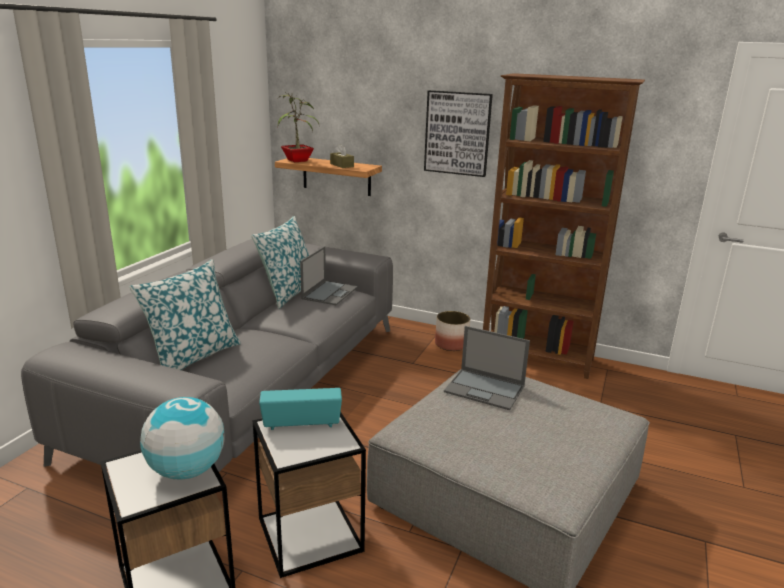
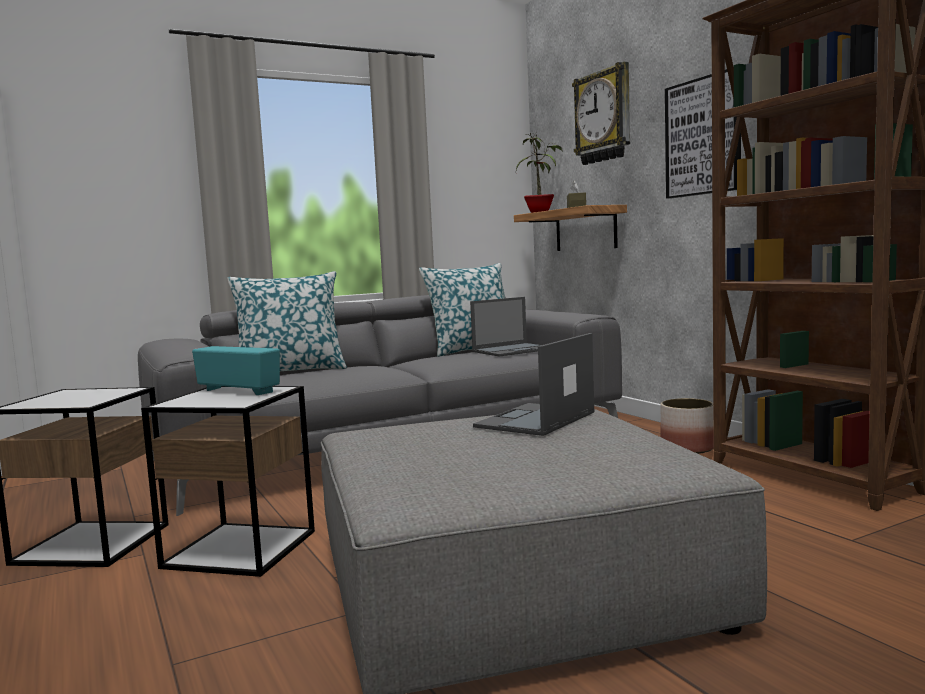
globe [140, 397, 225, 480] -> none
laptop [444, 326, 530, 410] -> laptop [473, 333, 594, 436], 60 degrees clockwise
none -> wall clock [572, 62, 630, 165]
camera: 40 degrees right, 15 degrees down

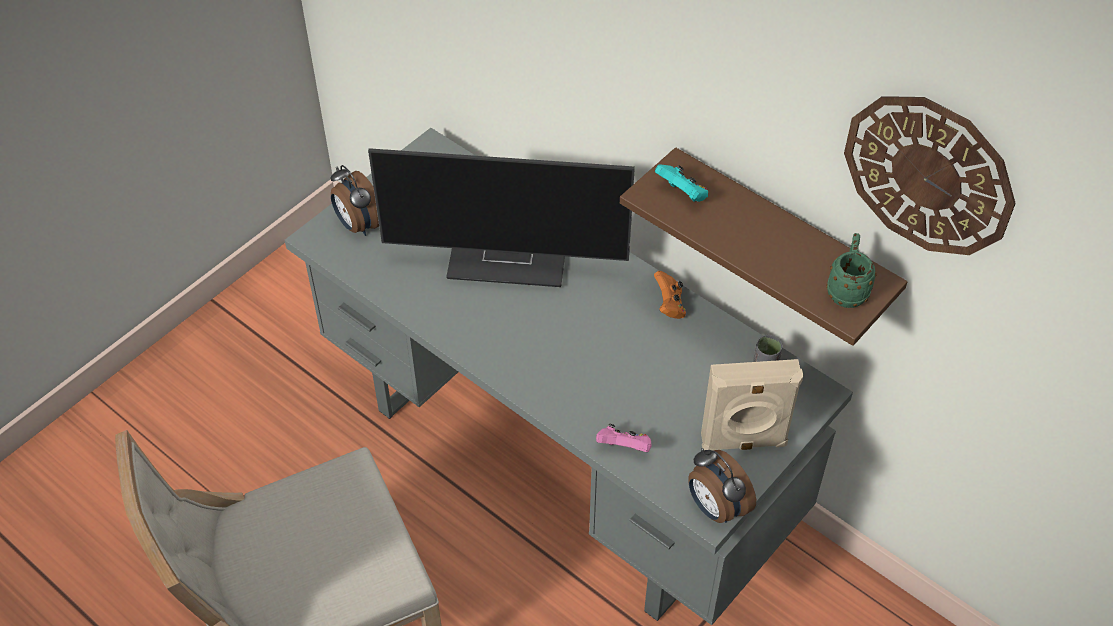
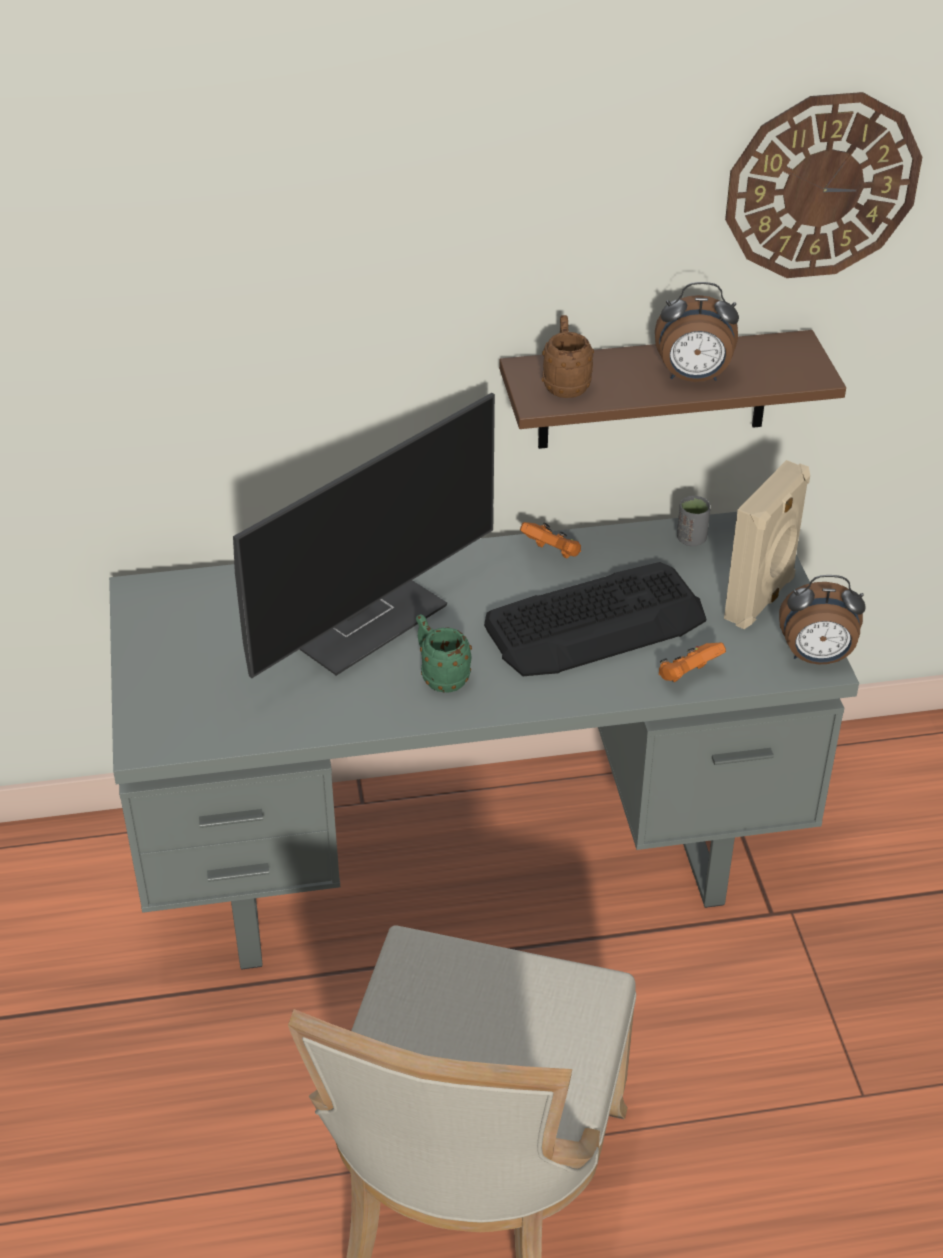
alarm clock [330, 165, 379, 236] -> alarm clock [655, 282, 739, 382], relocated
pink game controller [596, 424, 652, 452] -> orange game controller [659, 643, 726, 682]
turquoise game controller [655, 164, 708, 202] -> brown mug [542, 315, 594, 398]
green mug [826, 233, 877, 308] -> green mug [416, 614, 472, 693], relocated
none -> keyboard [484, 562, 706, 676]
camera: 50 degrees left, 10 degrees down

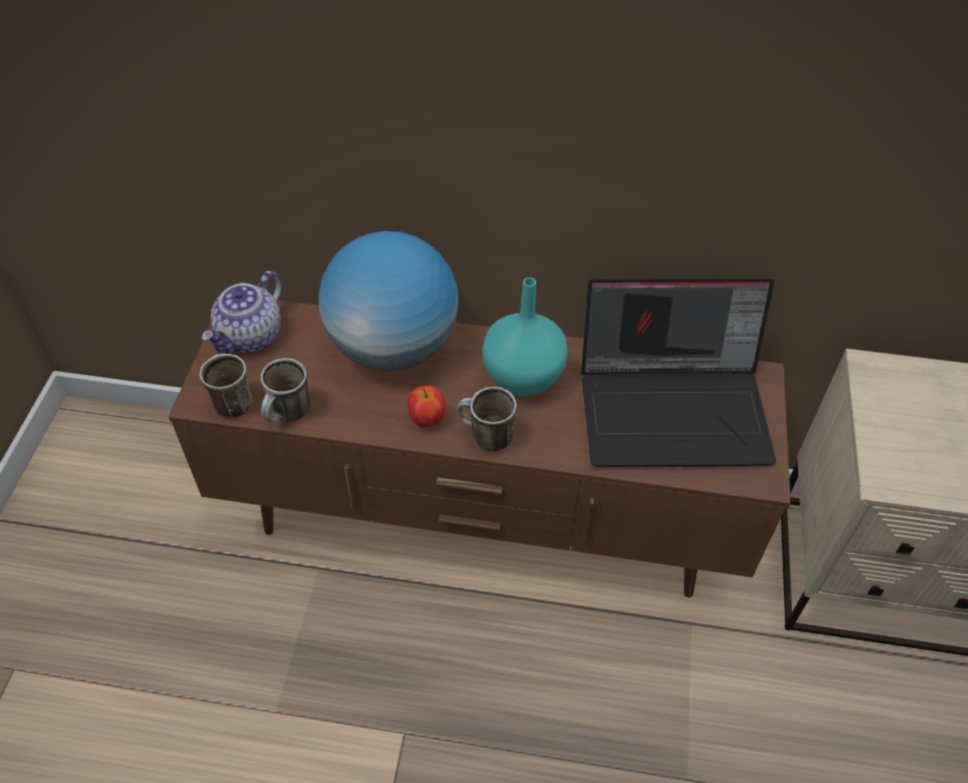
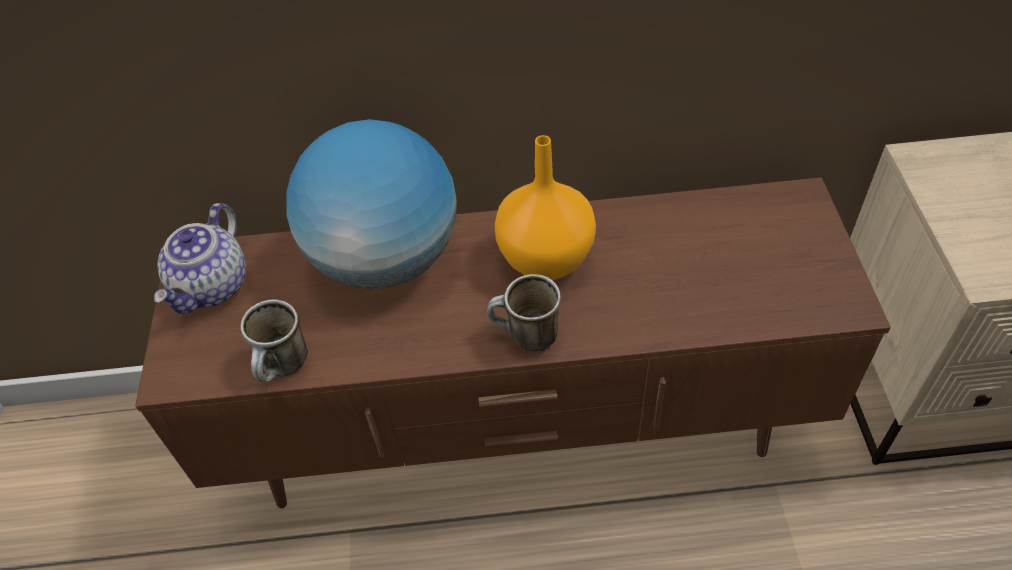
mug [199, 354, 253, 418] -> none
apple [407, 385, 445, 427] -> none
turquoise vase [482, 277, 568, 397] -> orange vase [495, 135, 596, 280]
laptop [581, 278, 776, 467] -> none
camera: 10 degrees left, 0 degrees up

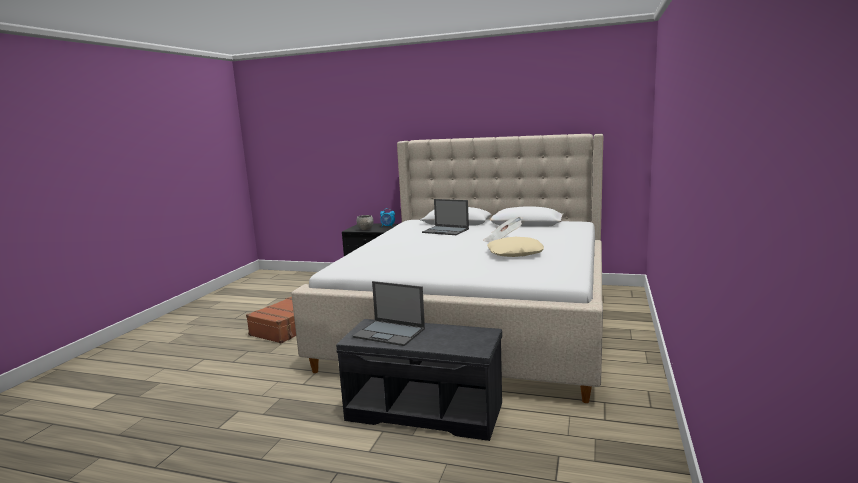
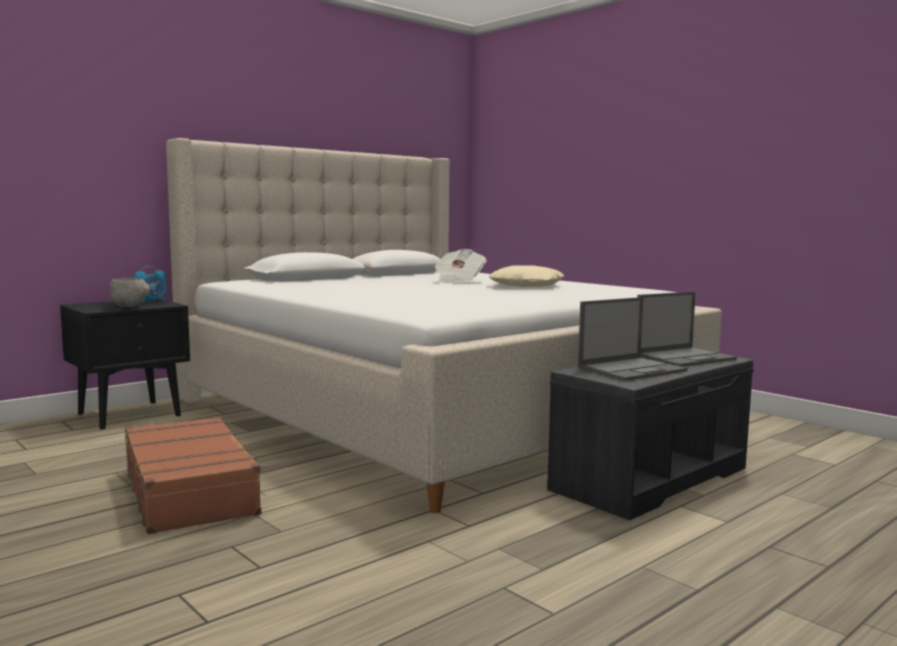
laptop [422, 199, 469, 235] -> laptop [637, 292, 737, 367], relocated
camera: 60 degrees left, 5 degrees down

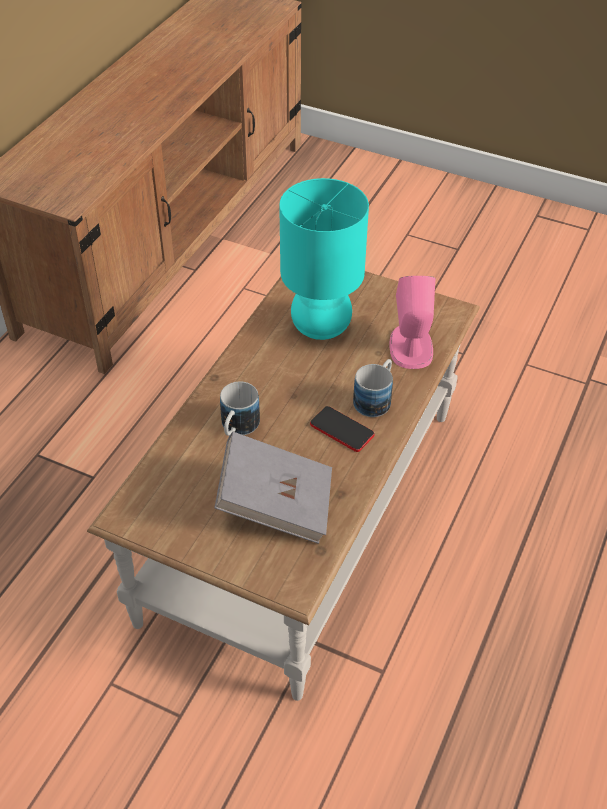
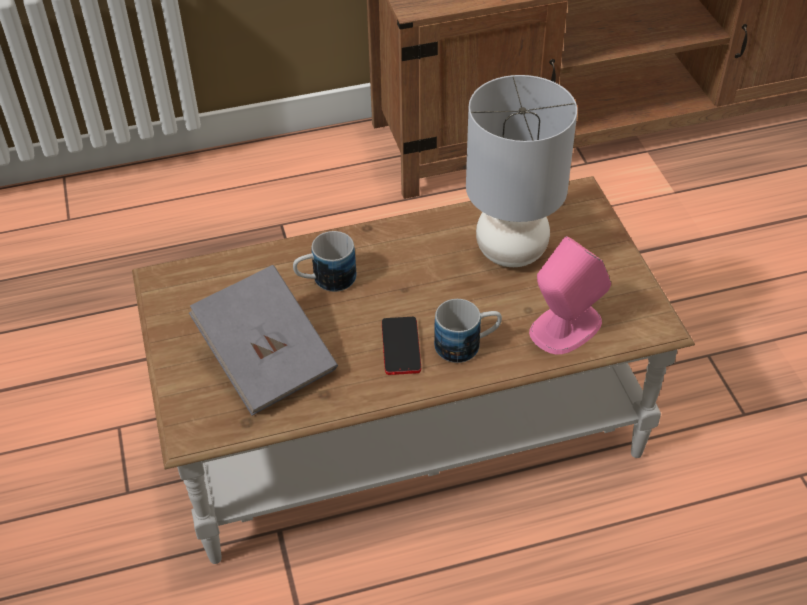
turquoise table lamp [279, 178, 369, 340] -> grey table lamp [466, 75, 577, 267]
camera: 50 degrees right, 0 degrees up

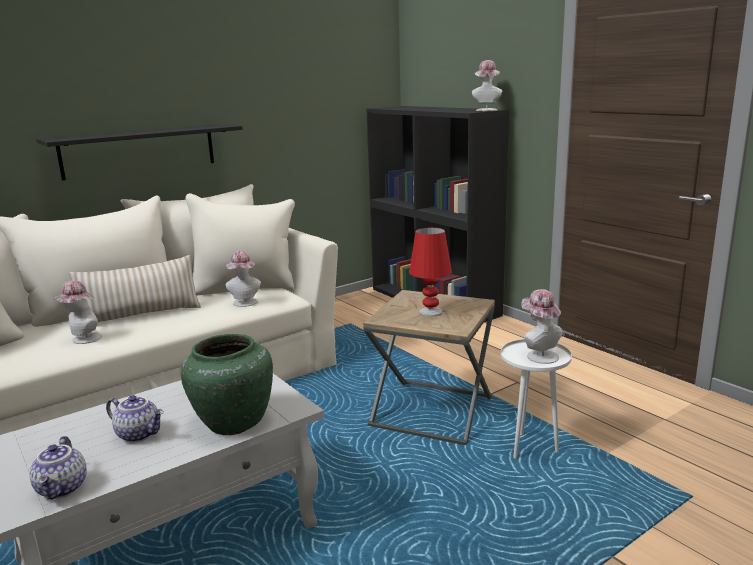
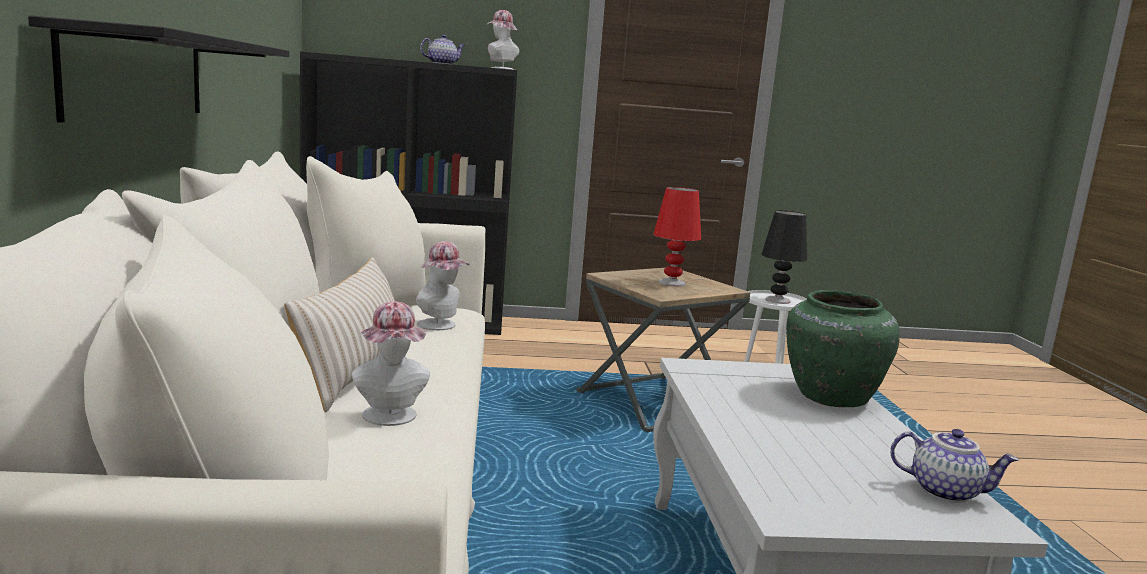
teapot [106, 395, 164, 442] -> teapot [420, 35, 465, 64], relocated
hat [521, 289, 563, 364] -> black table lamp [761, 211, 807, 304]
camera: 60 degrees left, 5 degrees down

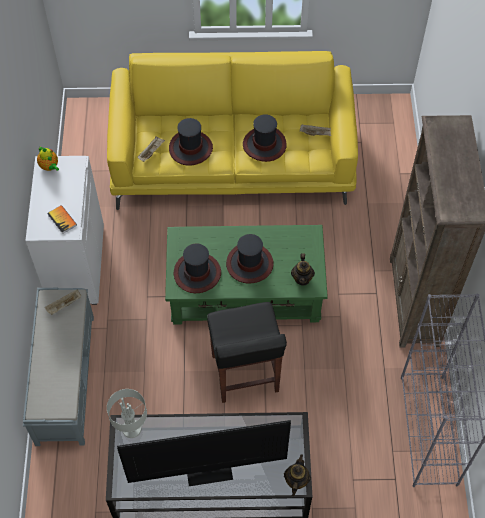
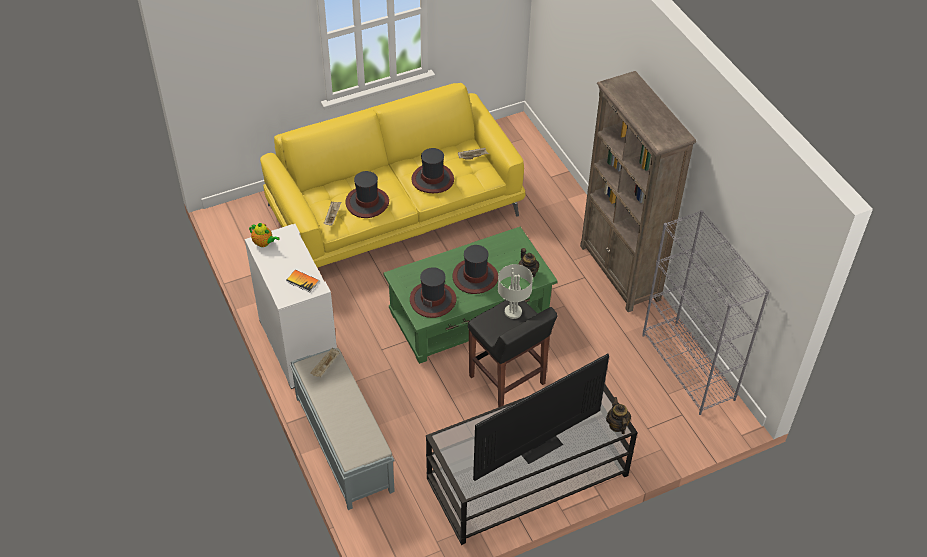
grey table lamp [107, 389, 147, 438] -> grey table lamp [498, 264, 533, 319], relocated
camera: 25 degrees left, 10 degrees down

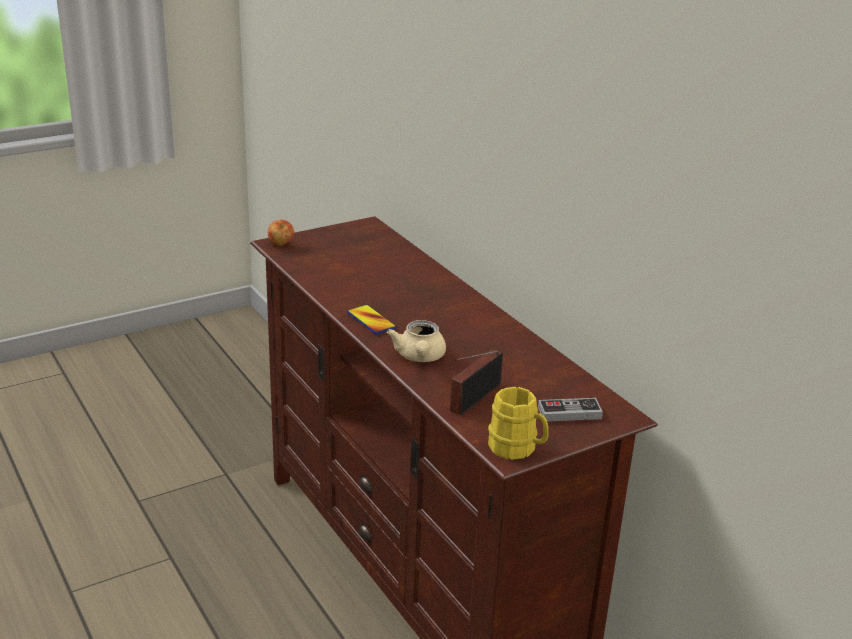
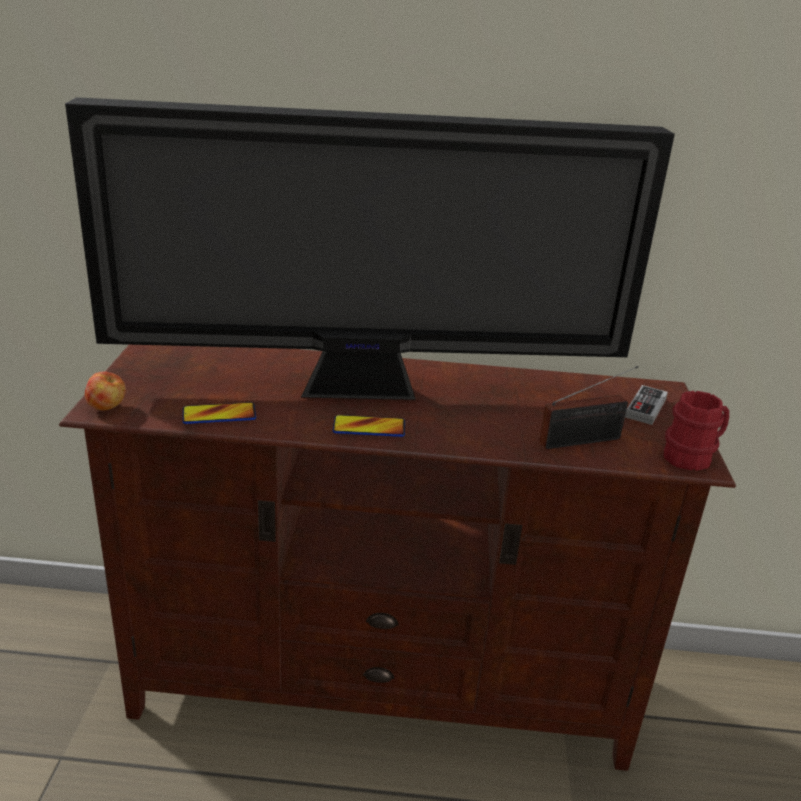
beige teapot [387, 320, 446, 362] -> none
radio [450, 349, 503, 415] -> radio [539, 366, 638, 449], 90 degrees counterclockwise
yellow mug [488, 387, 549, 460] -> red mug [664, 391, 729, 471]
none -> television [65, 97, 675, 400]
none -> phone [183, 402, 256, 424]
camera: 55 degrees left, 0 degrees up

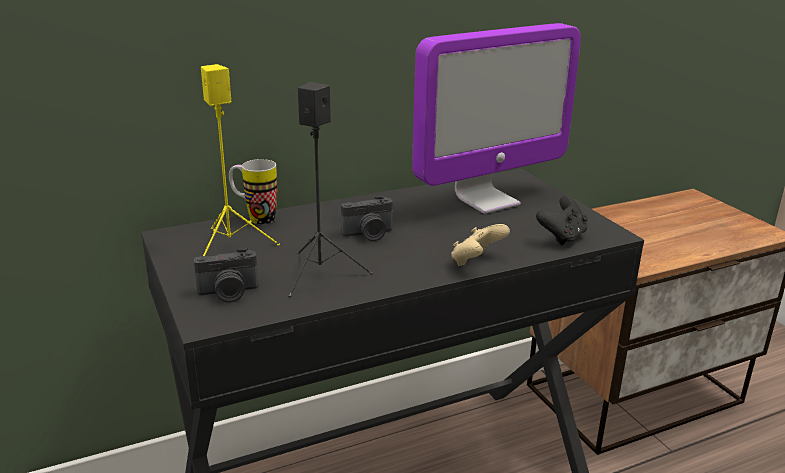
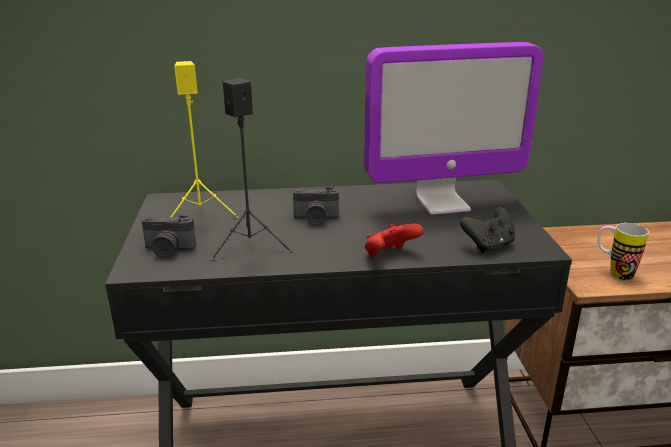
mug [229, 159, 277, 224] -> mug [598, 223, 649, 280], relocated
beige game controller [451, 224, 510, 266] -> red game controller [365, 224, 424, 257]
camera: 20 degrees right, 0 degrees up

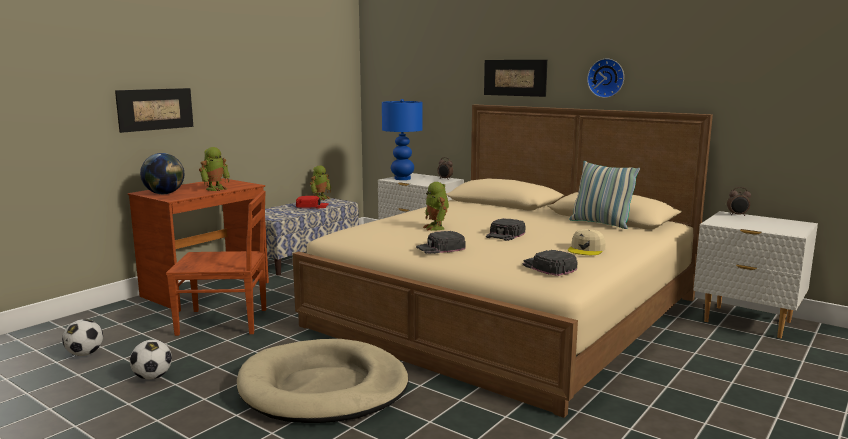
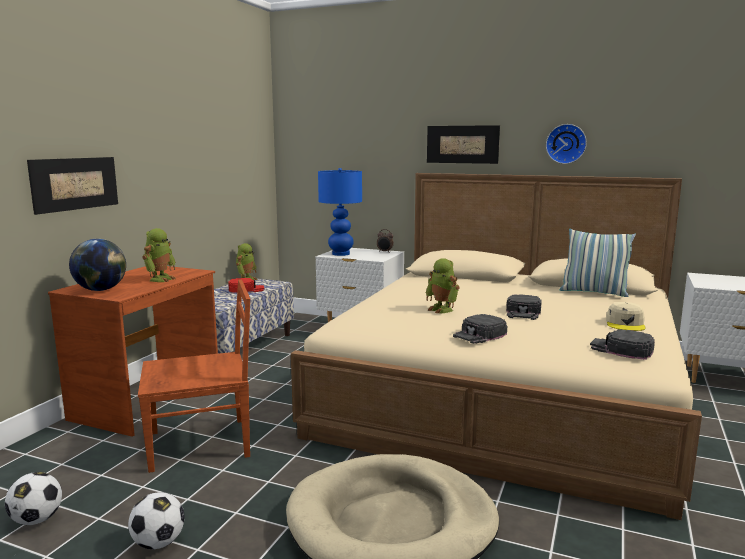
alarm clock [727, 187, 751, 216] -> none
camera: 15 degrees left, 0 degrees up

